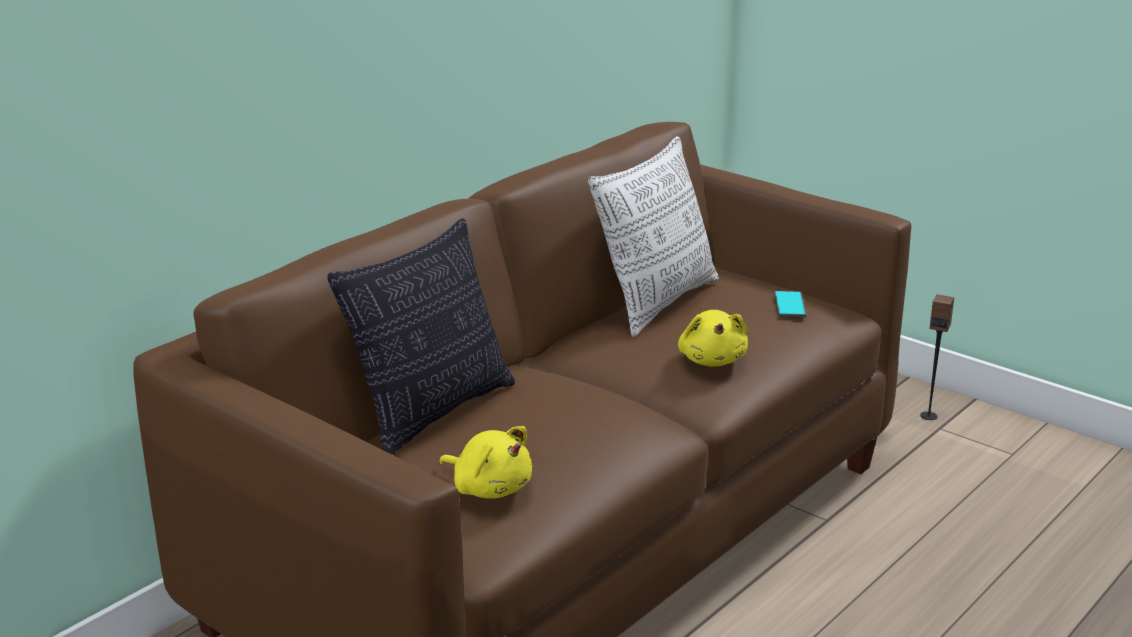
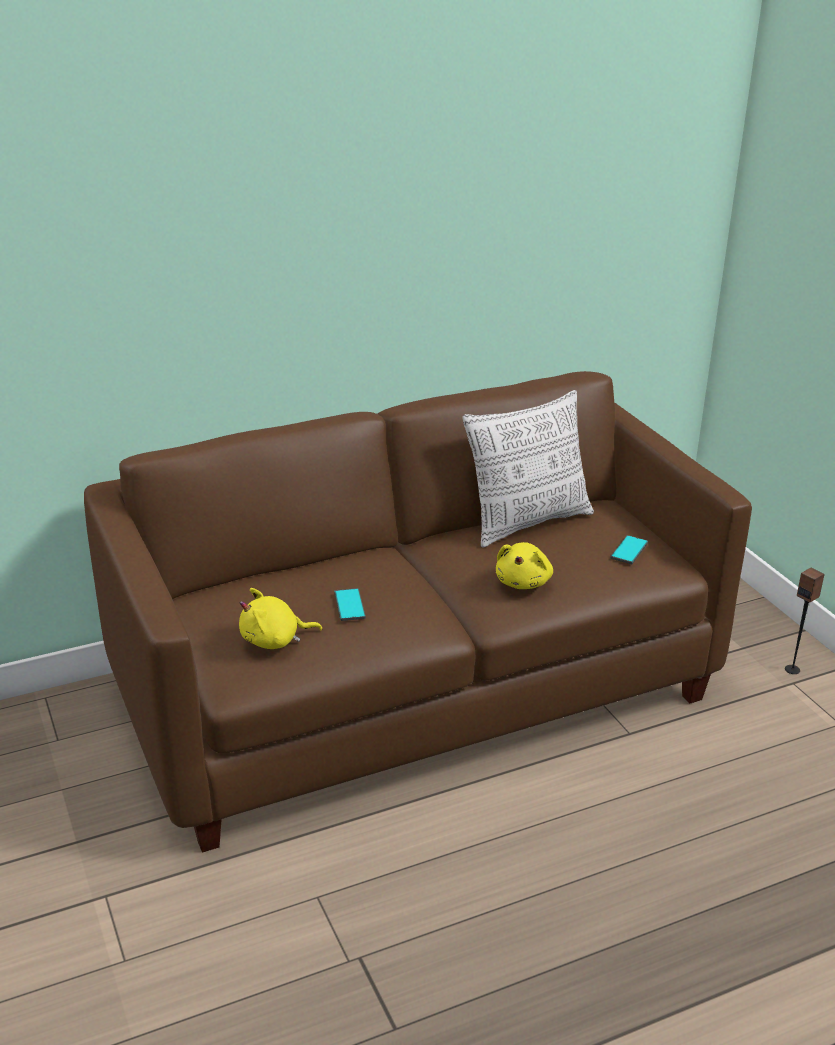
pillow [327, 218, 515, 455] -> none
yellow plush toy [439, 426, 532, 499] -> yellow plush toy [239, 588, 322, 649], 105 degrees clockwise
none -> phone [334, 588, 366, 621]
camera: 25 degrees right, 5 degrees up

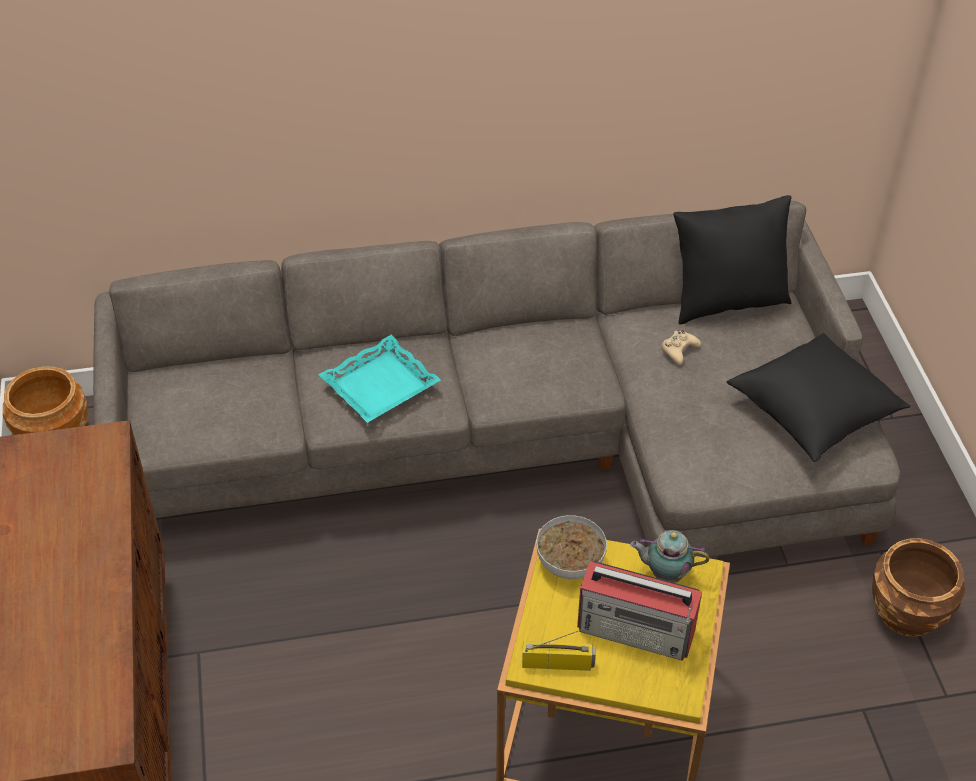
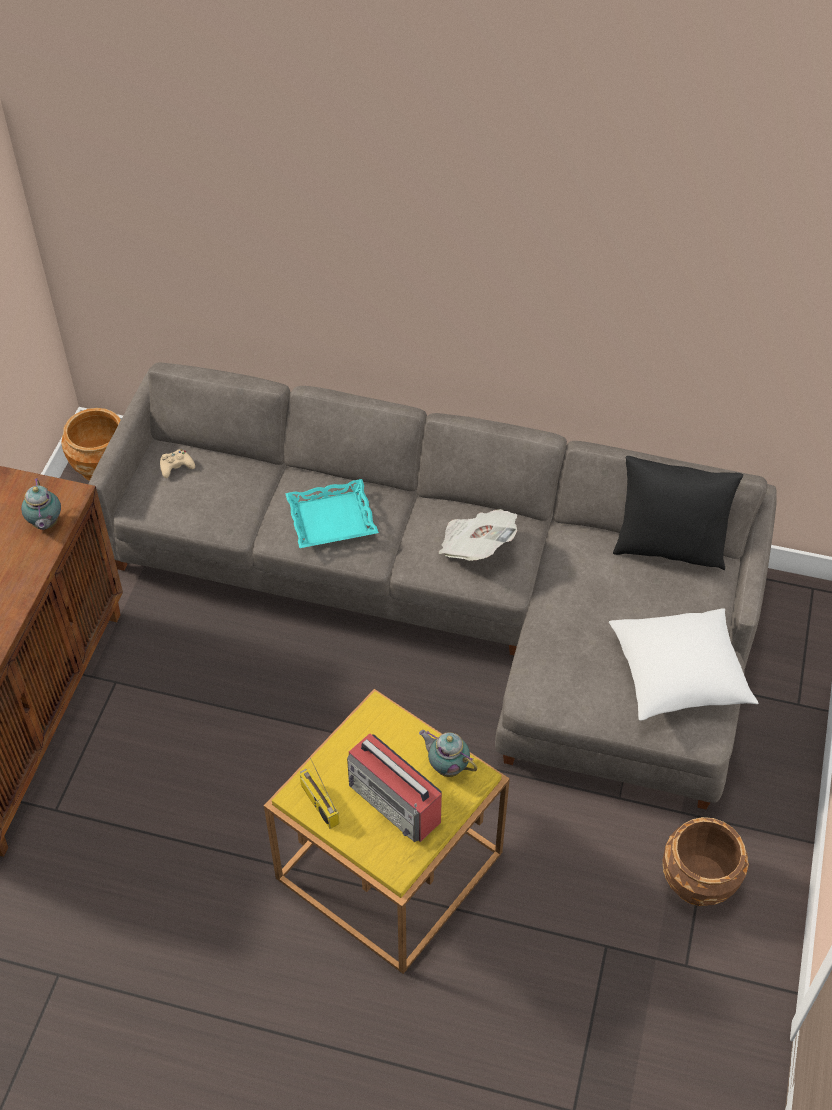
radio [522, 629, 596, 671] -> radio [300, 758, 340, 829], 150 degrees counterclockwise
bowl [536, 515, 607, 579] -> none
beige game controller [661, 330, 701, 365] -> beige game controller [160, 449, 195, 478], relocated
black pillow [727, 333, 910, 462] -> white pillow [609, 608, 758, 721]
none -> teapot [21, 478, 61, 530]
none -> newspaper [438, 509, 518, 561]
camera: 25 degrees right, 5 degrees up

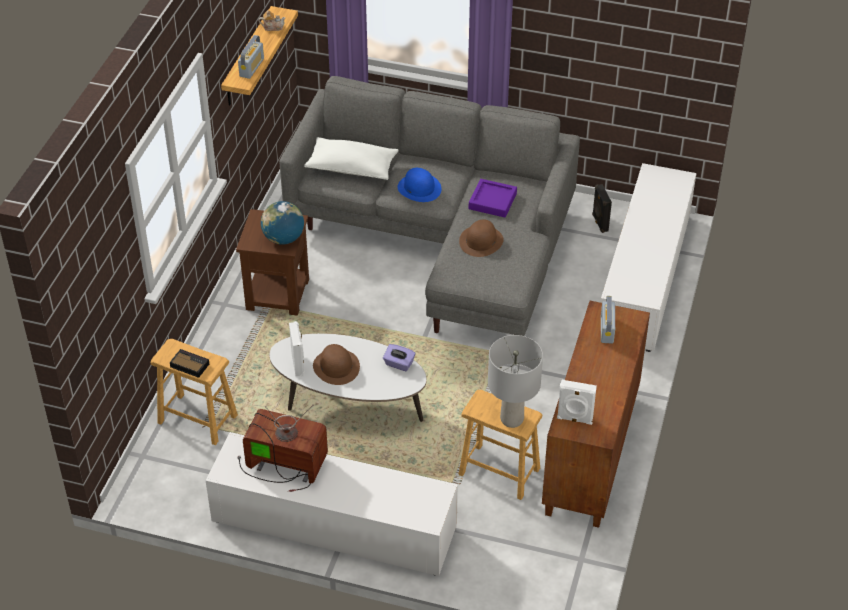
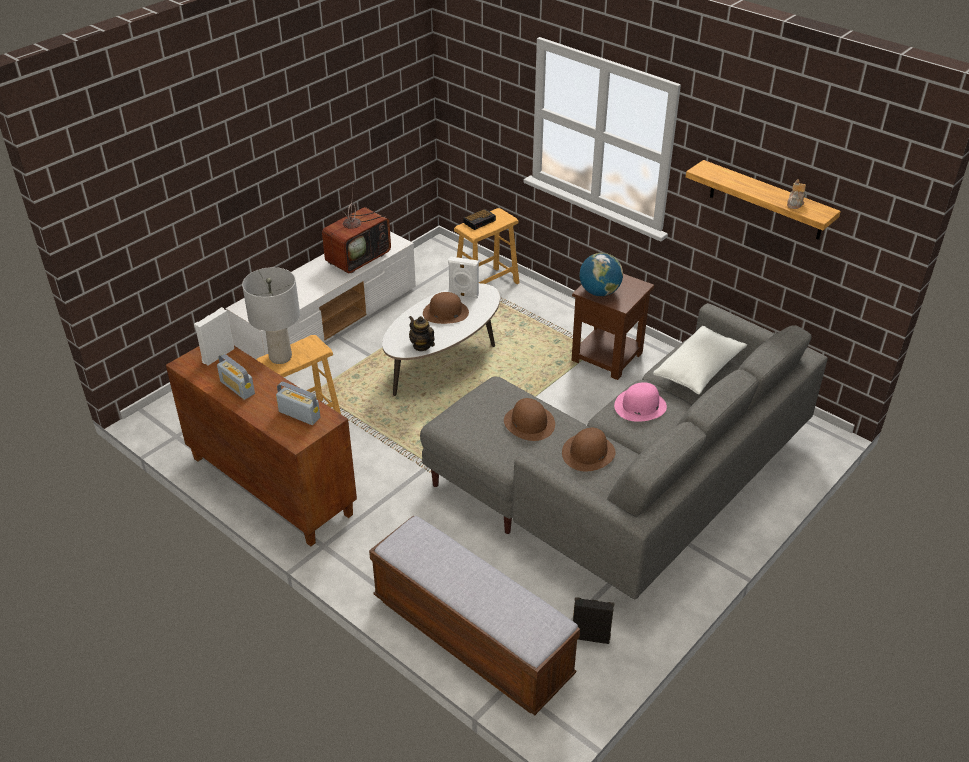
radio [238, 35, 264, 79] -> radio [217, 353, 255, 400], relocated
purple tissue box [383, 344, 415, 371] -> teapot [409, 316, 435, 351]
blue hat [397, 168, 442, 202] -> pink hat [614, 382, 667, 422]
purple tray [469, 179, 517, 218] -> brown hat [562, 428, 616, 471]
white tv stand [601, 163, 696, 352] -> bench [369, 515, 580, 715]
camera: 115 degrees right, 5 degrees down

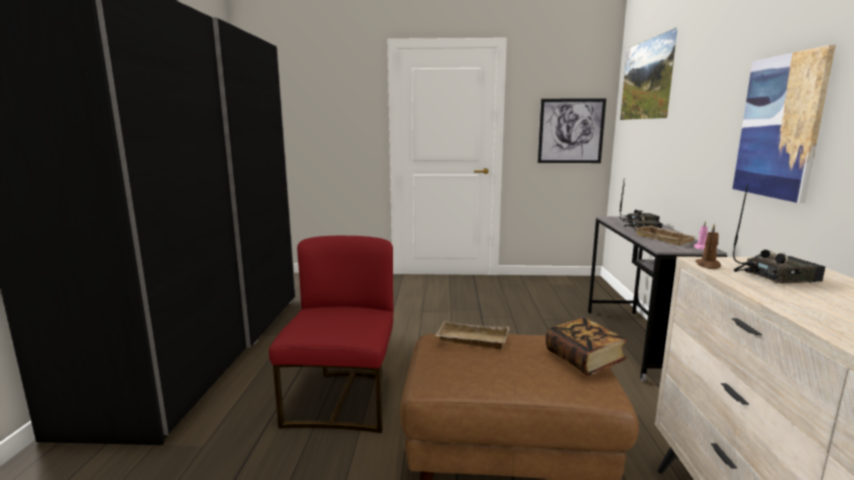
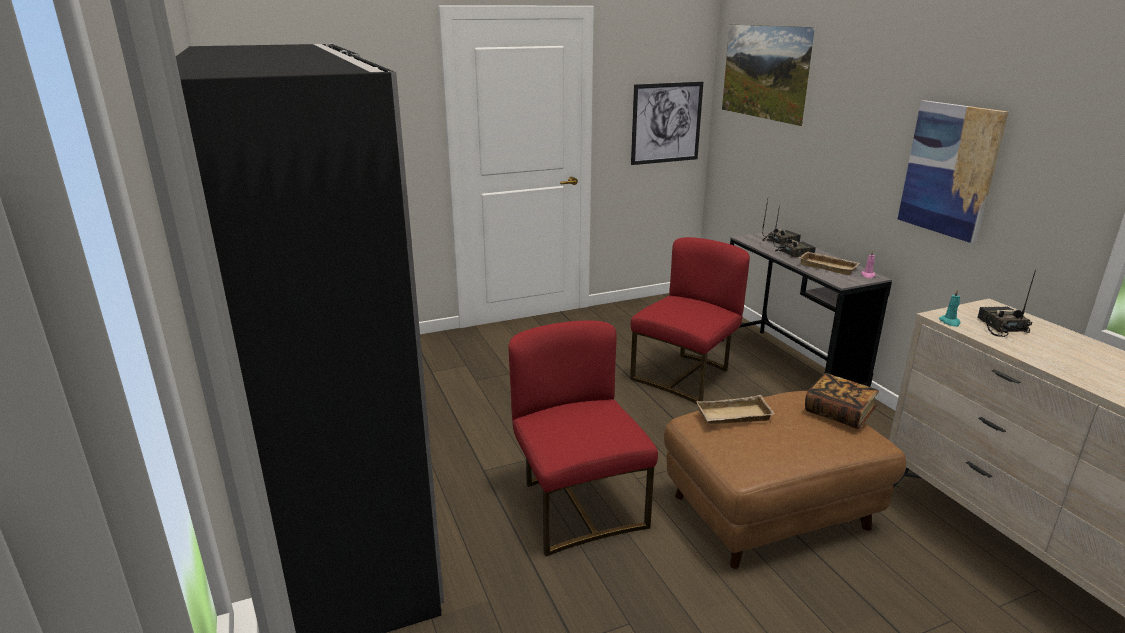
brown candle [695, 223, 721, 269] -> turquoise candle [939, 289, 961, 327]
radio [733, 184, 826, 284] -> radio [978, 269, 1036, 337], 60 degrees counterclockwise
none -> red chair [630, 237, 750, 404]
camera: 25 degrees left, 10 degrees up

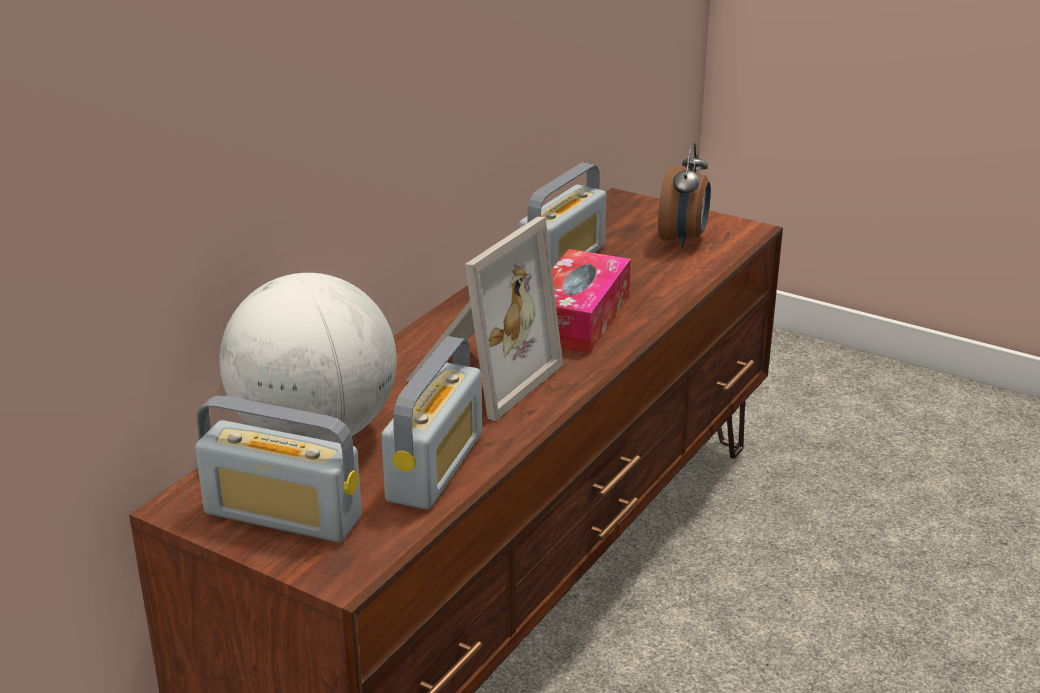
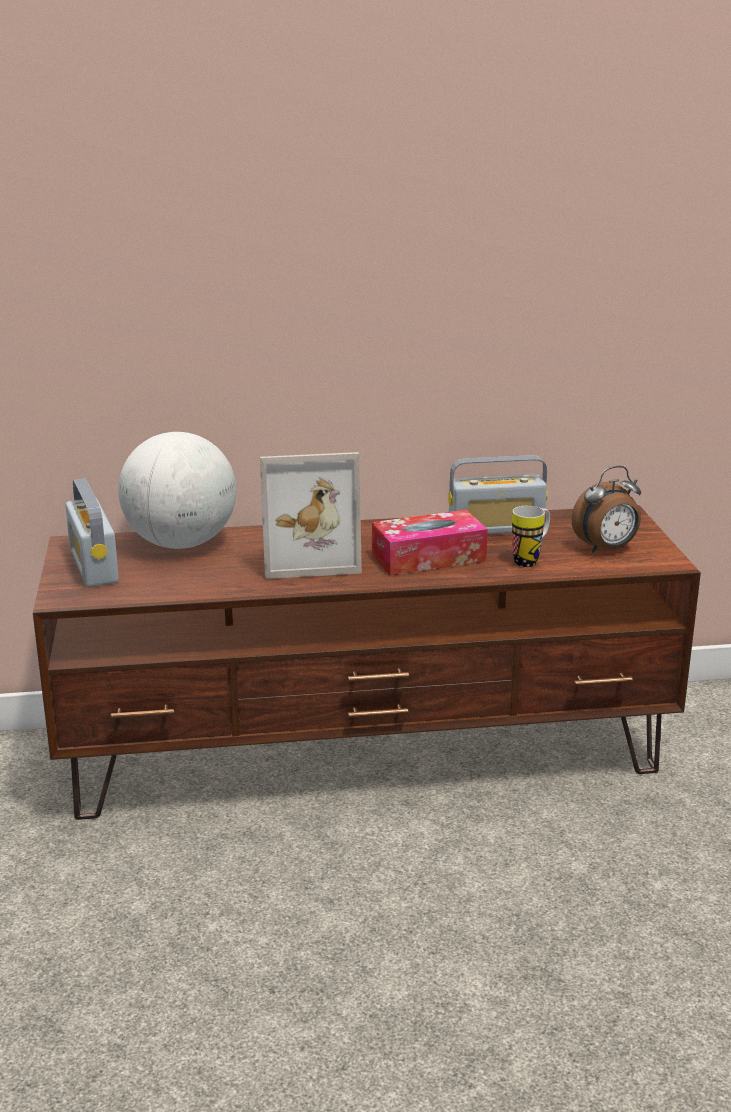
radio [381, 336, 482, 510] -> none
none -> mug [512, 506, 550, 567]
camera: 50 degrees right, 5 degrees down

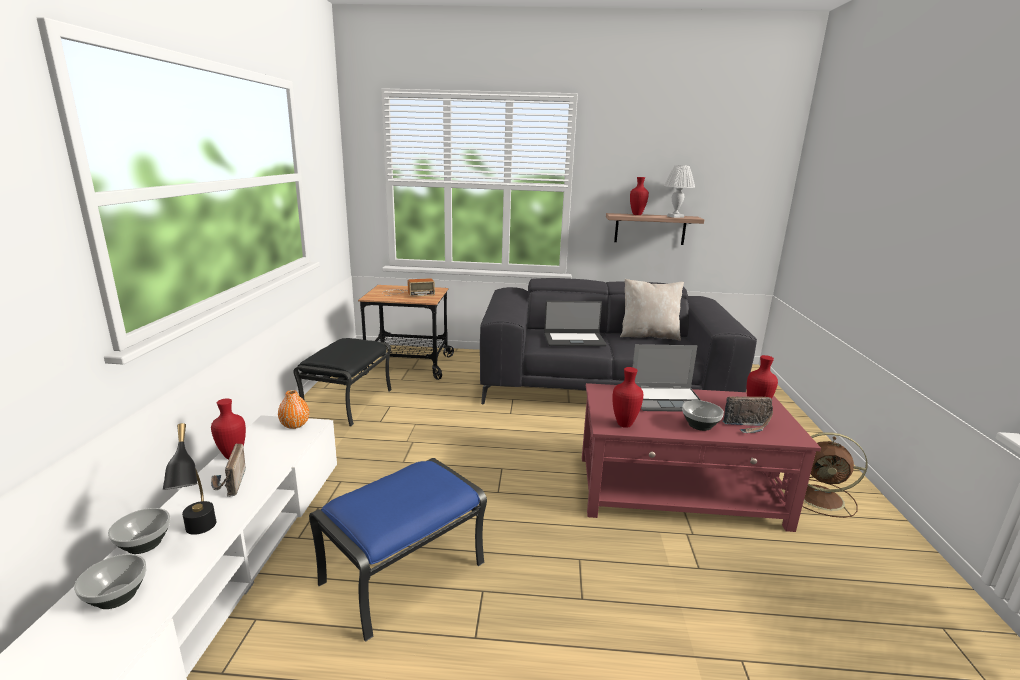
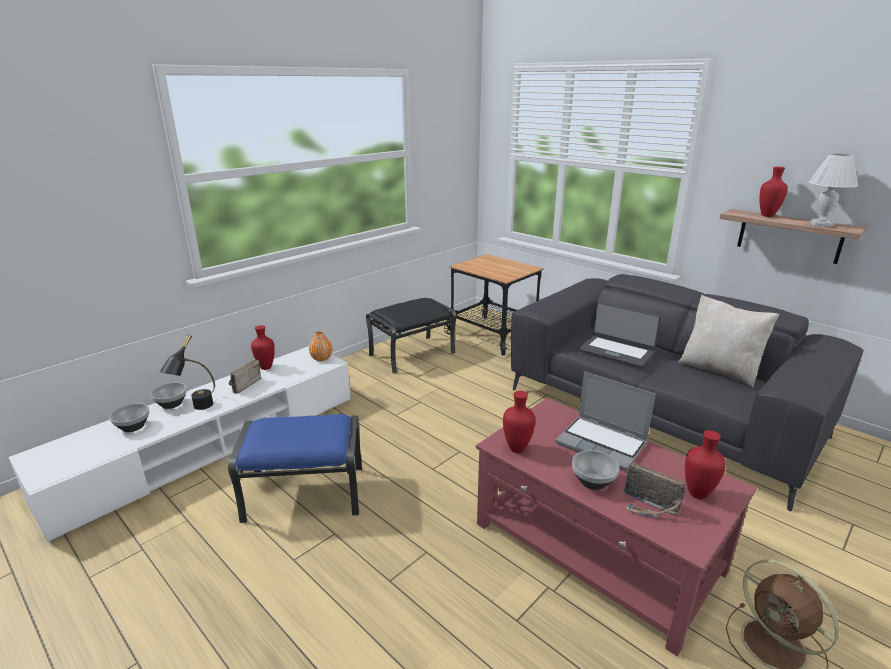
radio [382, 278, 435, 297] -> none
camera: 40 degrees right, 5 degrees up

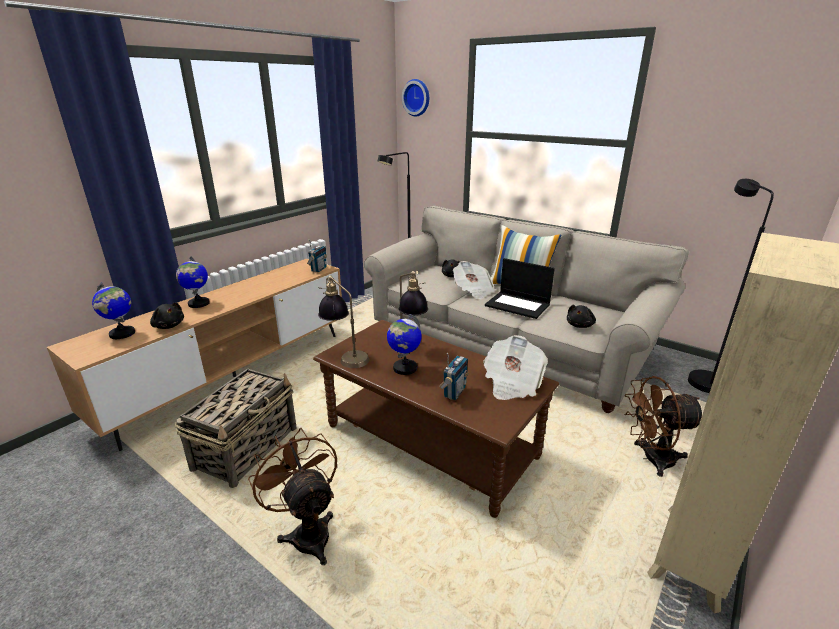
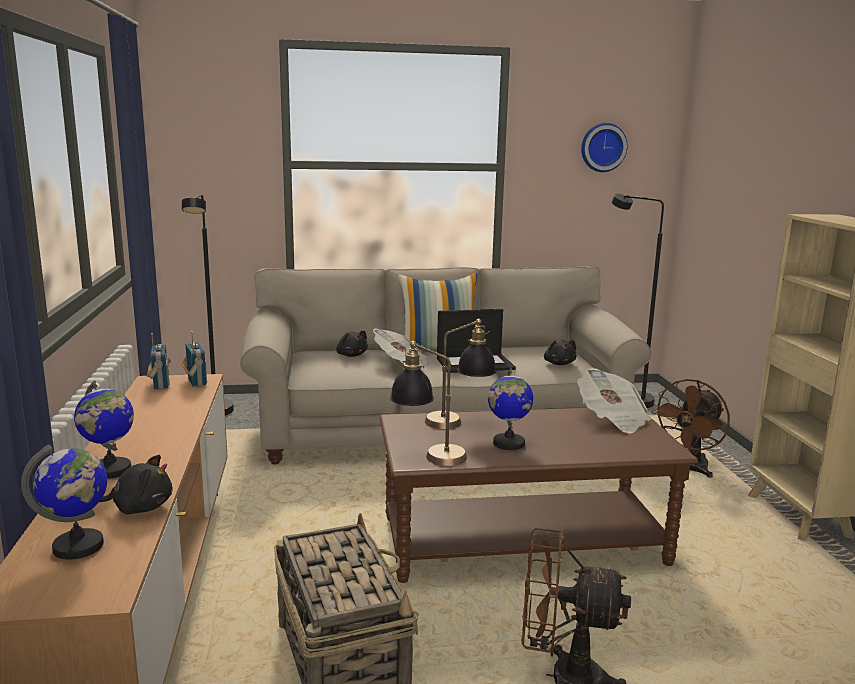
wall clock [402, 79, 429, 116] -> wall clock [581, 123, 627, 172], relocated
radio [439, 353, 469, 400] -> radio [147, 333, 171, 389], relocated
camera: 45 degrees left, 10 degrees down

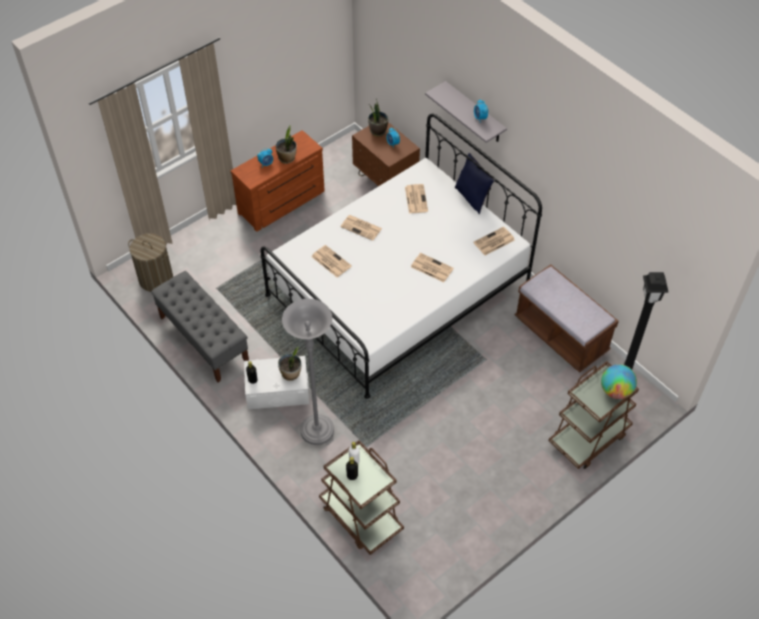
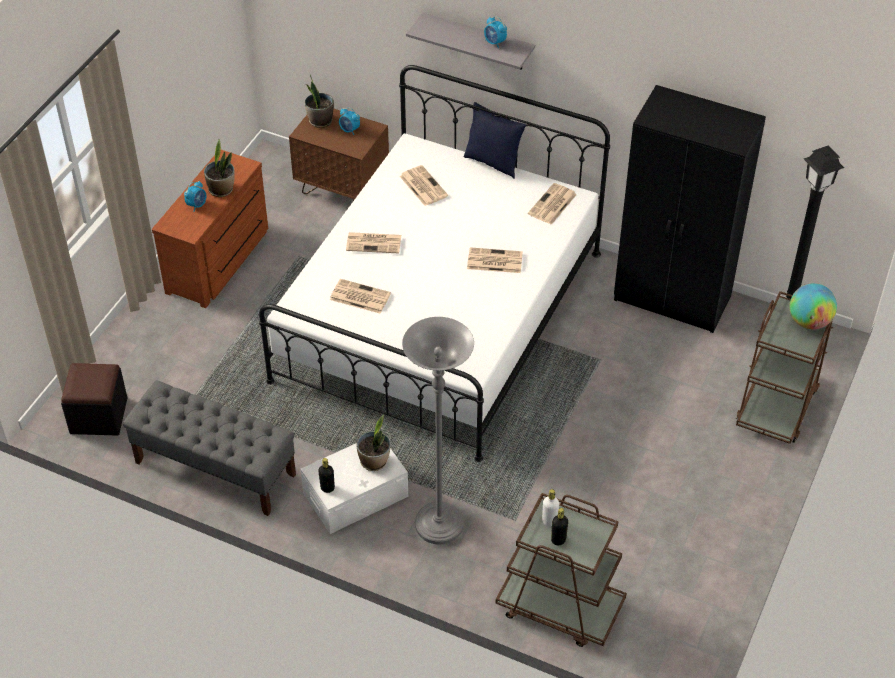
laundry basket [128, 233, 173, 292] -> black ottoman [61, 363, 127, 436]
brown bench [515, 264, 619, 372] -> black wardrobe [614, 85, 766, 333]
camera: 25 degrees left, 5 degrees down

